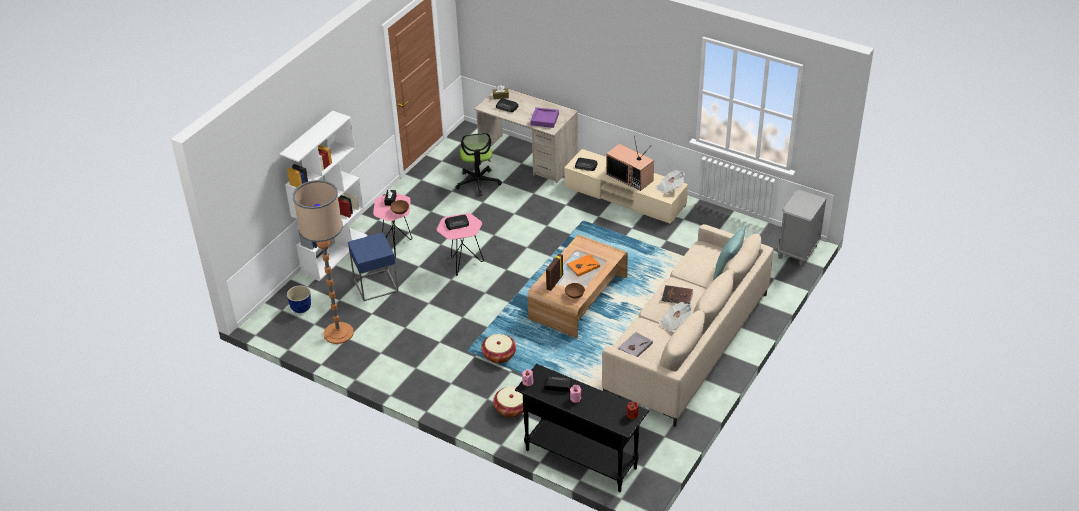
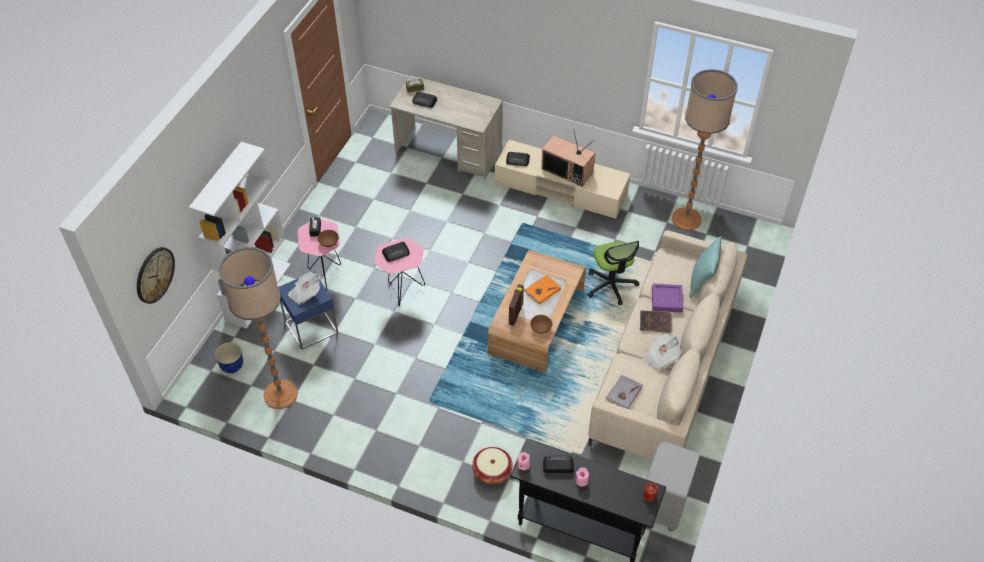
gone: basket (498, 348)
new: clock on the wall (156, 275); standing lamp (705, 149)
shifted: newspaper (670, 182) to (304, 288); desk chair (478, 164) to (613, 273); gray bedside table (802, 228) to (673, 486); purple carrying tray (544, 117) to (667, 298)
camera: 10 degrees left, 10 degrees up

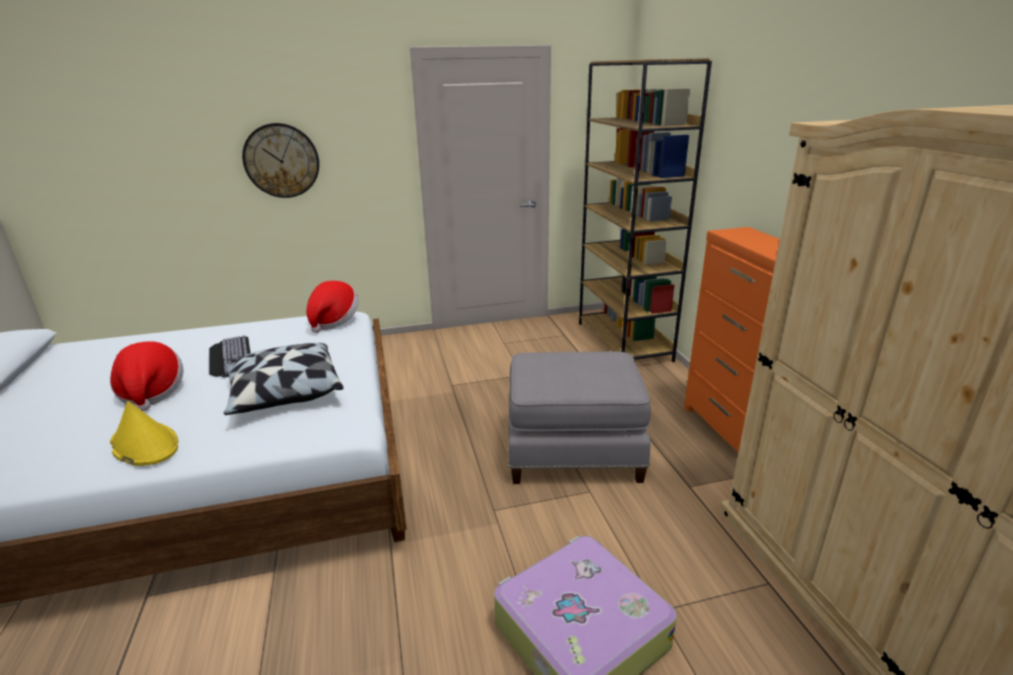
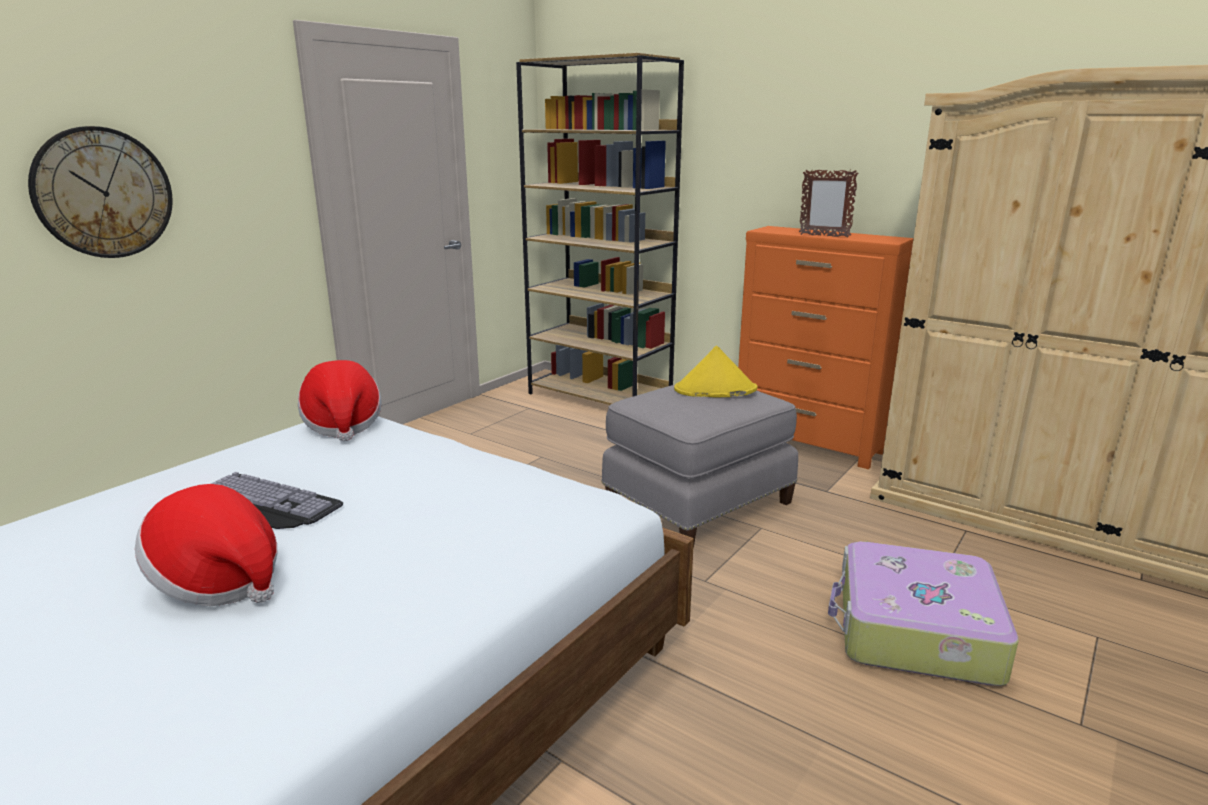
gone: throw pillow (283, 379)
new: standing frame (828, 204)
shifted: yellowish hat (144, 433) to (715, 371)
camera: 40 degrees left, 5 degrees down

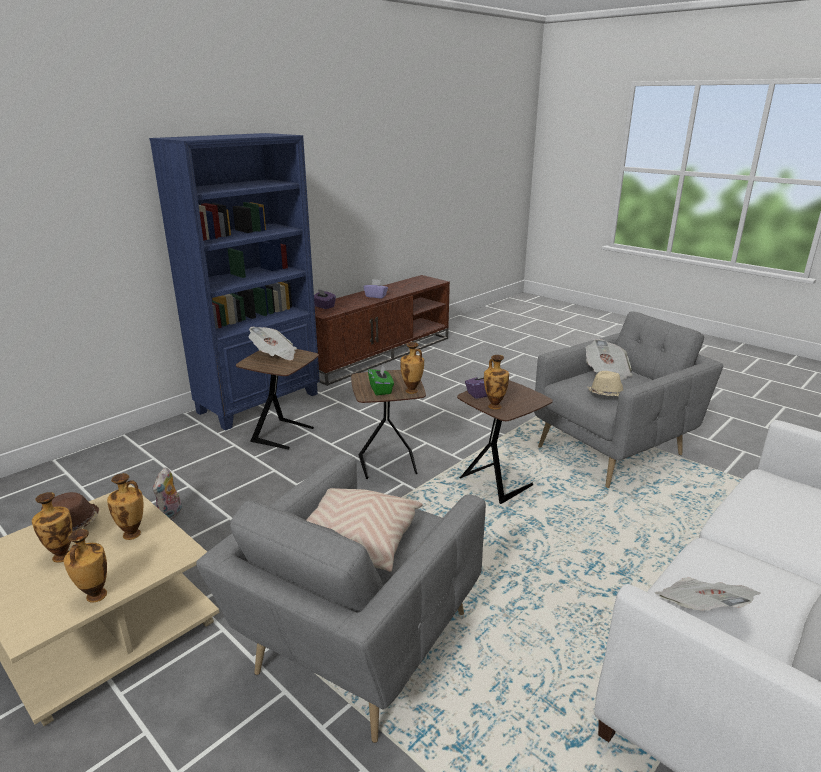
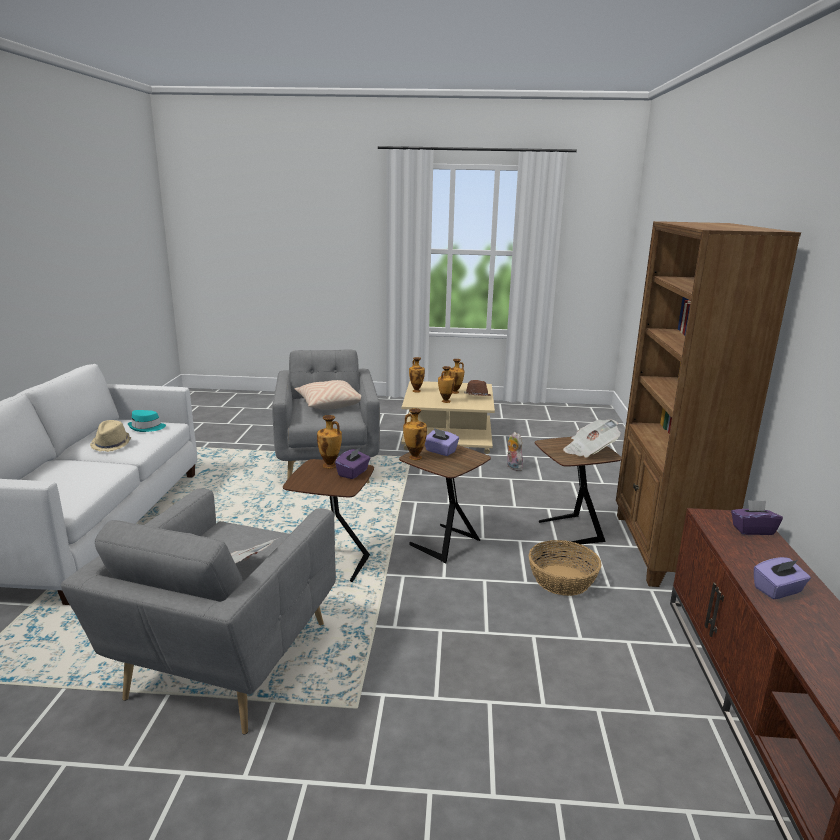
new: basket (565, 568)
shifted: sand-coloured hat (605, 383) to (110, 436)
swapped: newspaper (708, 594) to turquoise-coloured hat (147, 421)
repainted: greenish tissue box (381, 380) to purple tissue box (442, 442); blue shelving unit (234, 282) to brownish shelving unit (708, 404)
camera: 140 degrees right, 5 degrees down

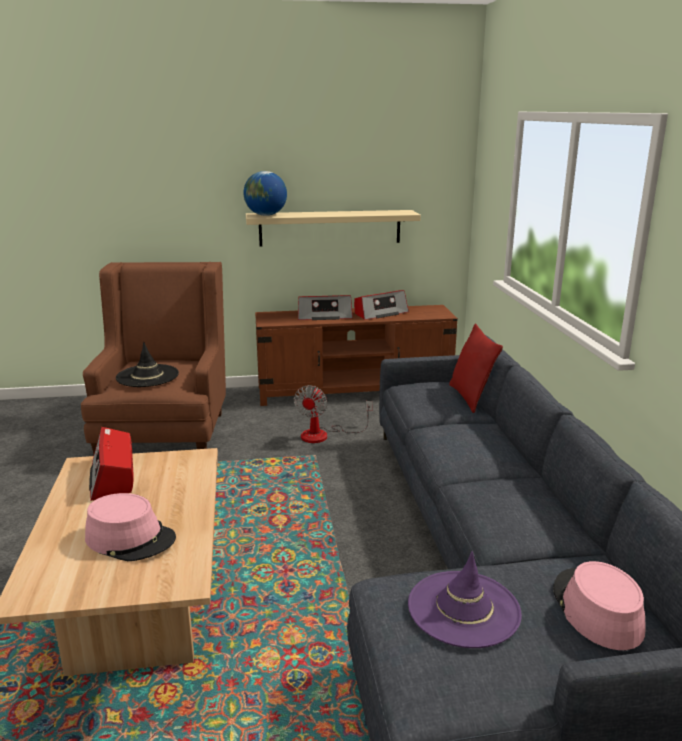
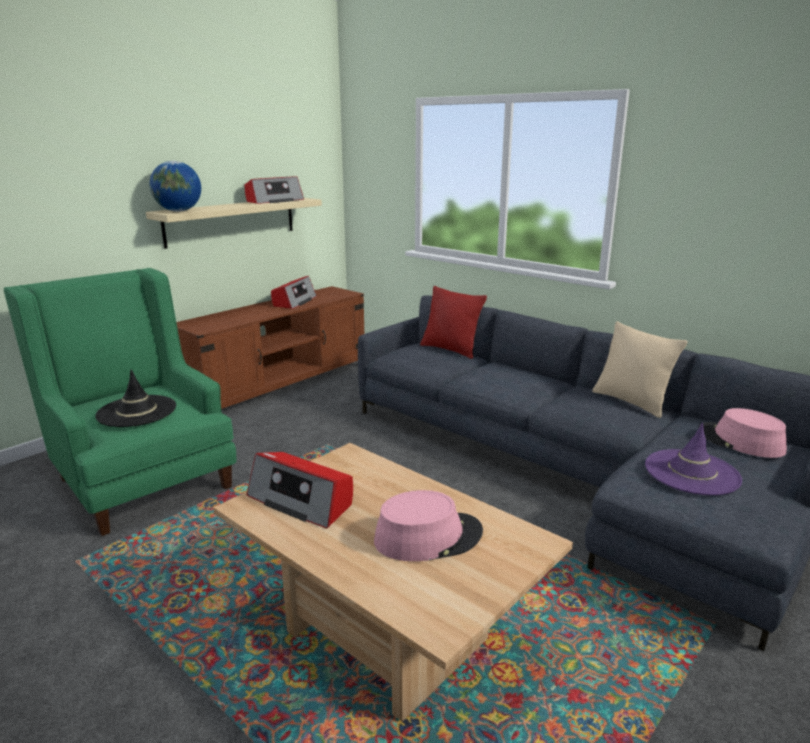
gone: fan (333, 414)
new: sand-coloured throw pillow (640, 369)
shifted: radio set (325, 307) to (274, 190)
repainted: brownish lounge chair (153, 358) to greenish lounge chair (120, 402)
camera: 40 degrees left, 0 degrees up

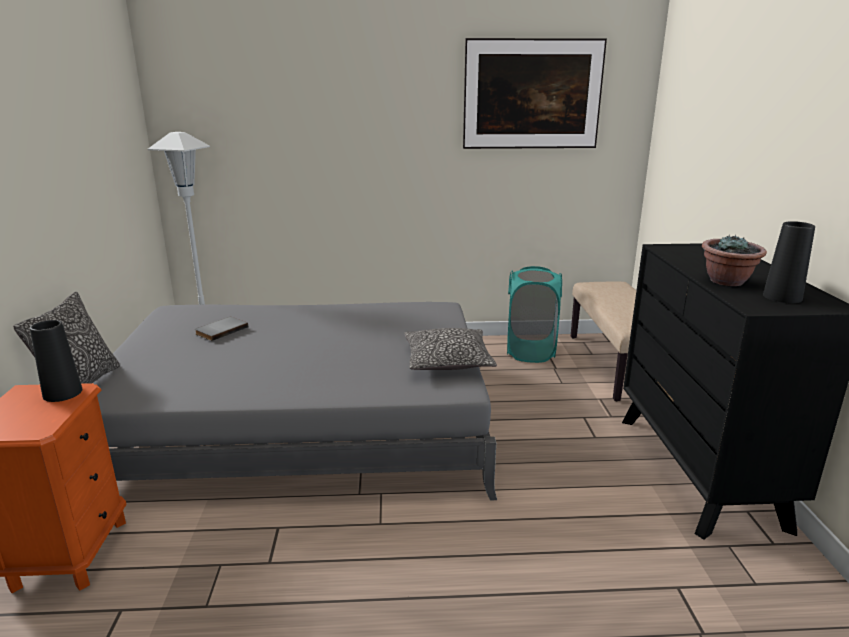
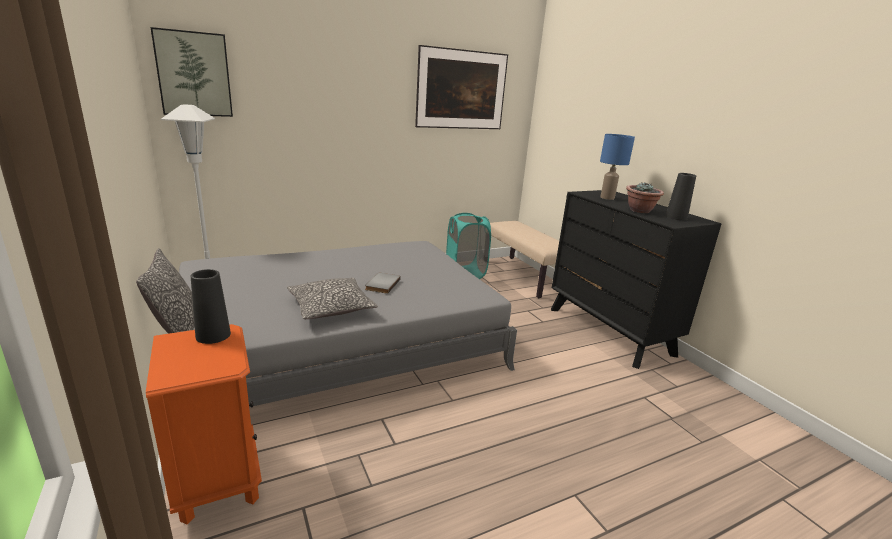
new: wall picture (191, 72); blue lamp for a table (617, 167)
shifted: throw pillow (450, 349) to (332, 298); gray bound book (221, 329) to (383, 283)
camera: 25 degrees left, 0 degrees up

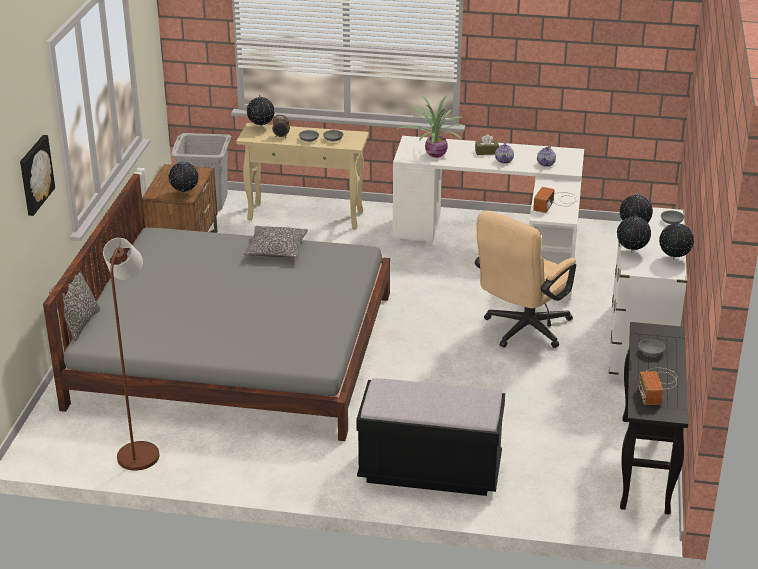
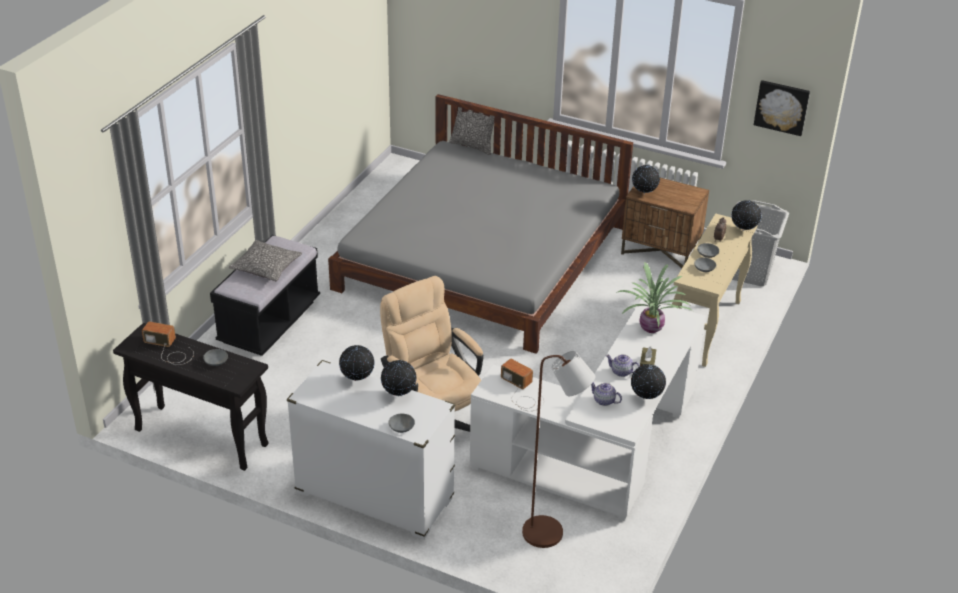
shifted: throw pillow (276, 242) to (265, 260); brownish standing lamp (131, 354) to (558, 449); globe (676, 240) to (648, 381); wall picture (37, 175) to (782, 108)
camera: 105 degrees right, 5 degrees up

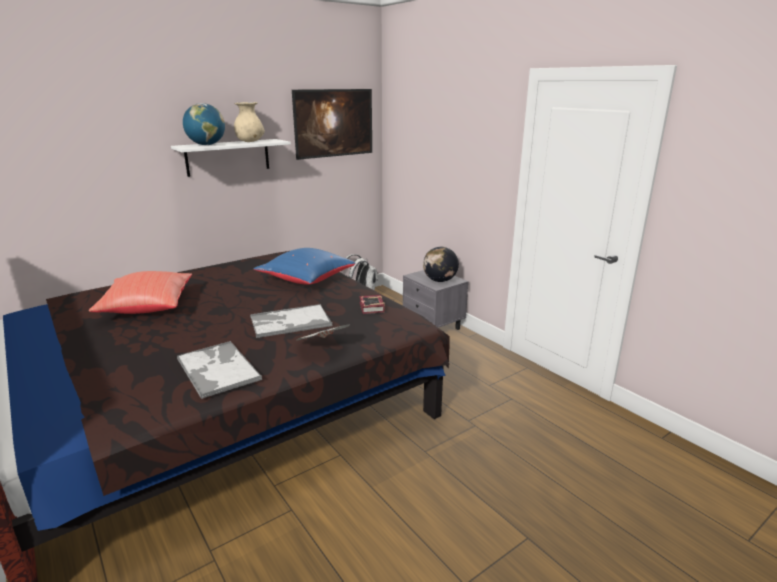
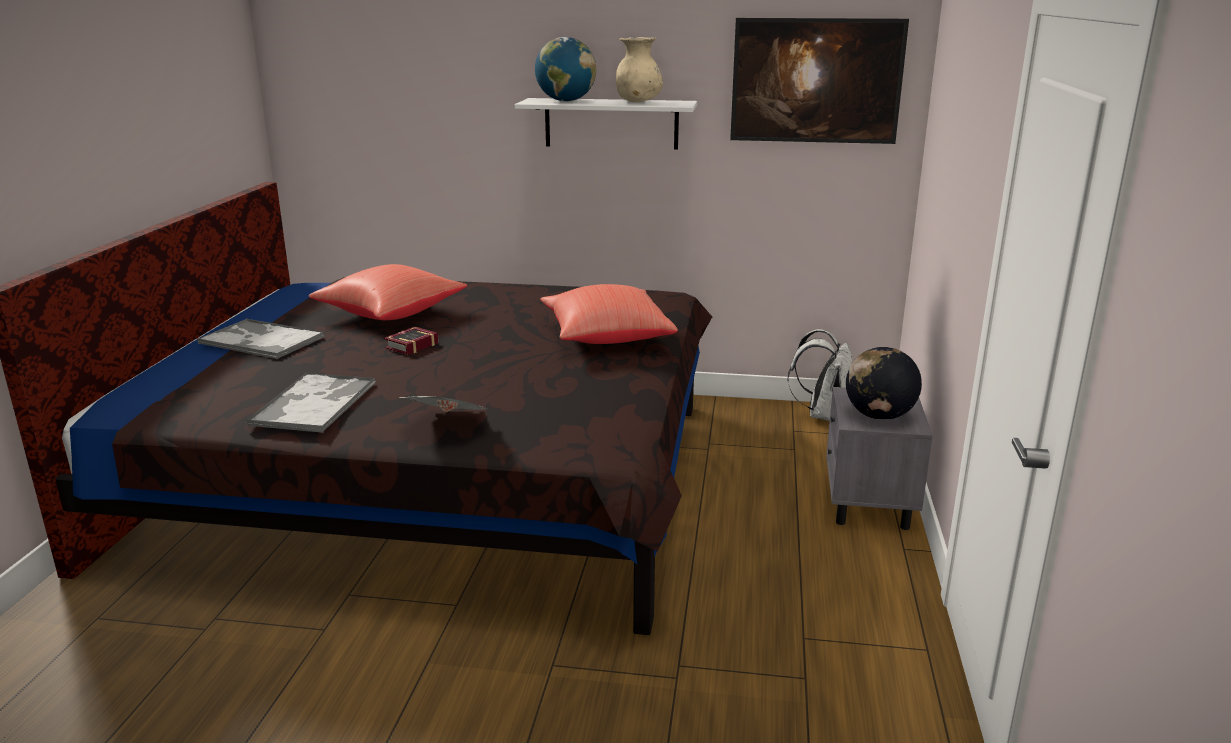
shifted: carrying tray (291, 321) to (261, 339); bound book (372, 304) to (411, 341)
repainted: blue throw pillow (305, 266) to reddish throw pillow (609, 314)
camera: 45 degrees right, 0 degrees up

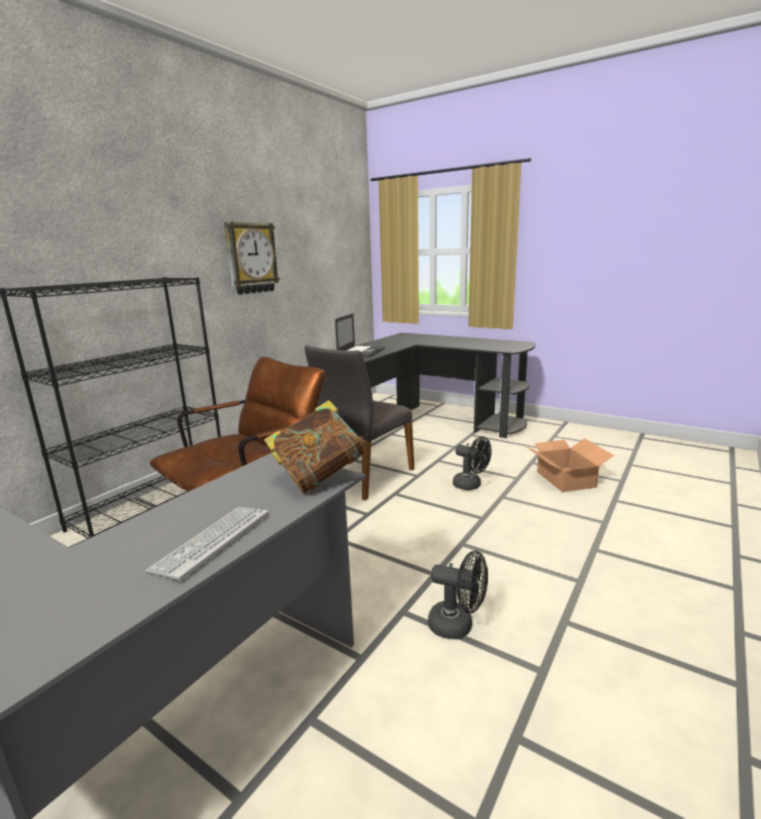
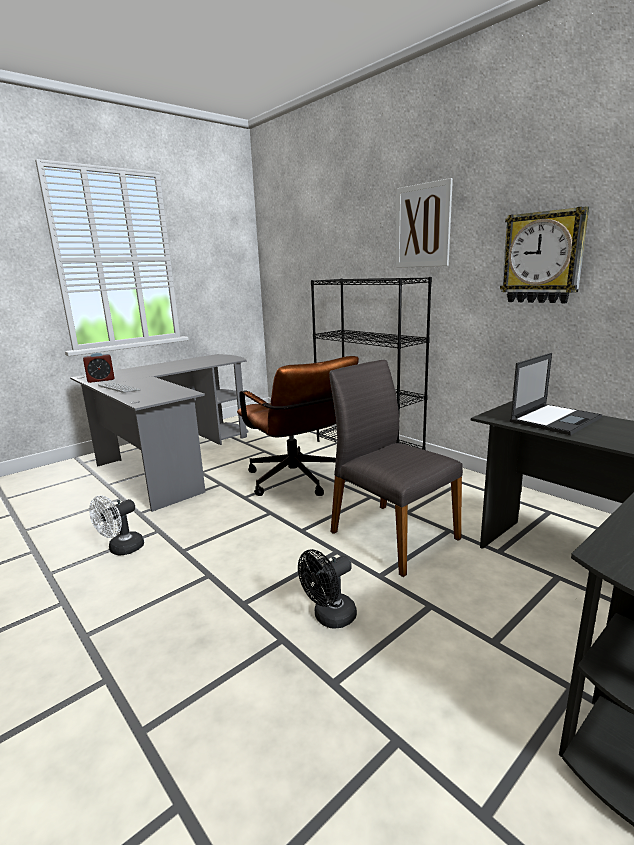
gone: bound book (315, 446); cardboard box (570, 465)
new: bedside clock (98, 368); wall picture (424, 223)
repainted: black-coloured fan (458, 595) to white fan (116, 525)
rotated: portable computer (360, 335) = (556, 394) 75 degrees counterclockwise
camera: 105 degrees right, 0 degrees up

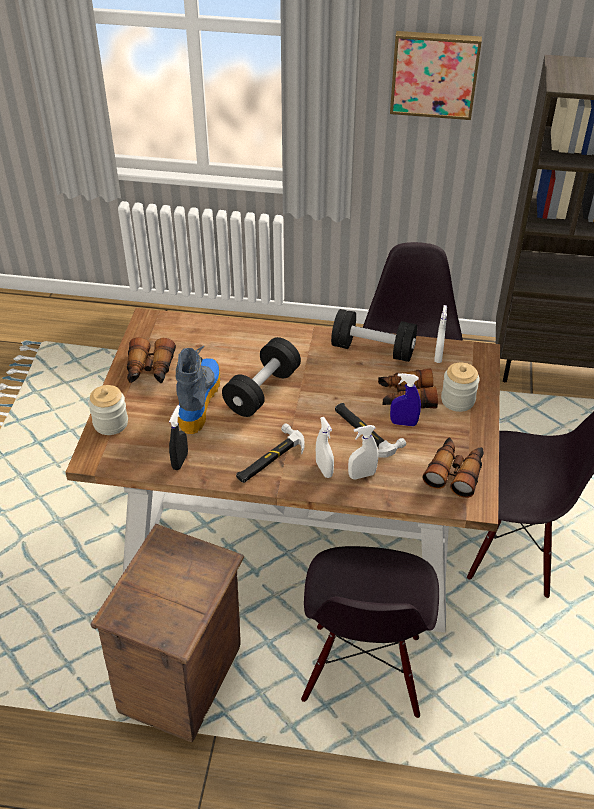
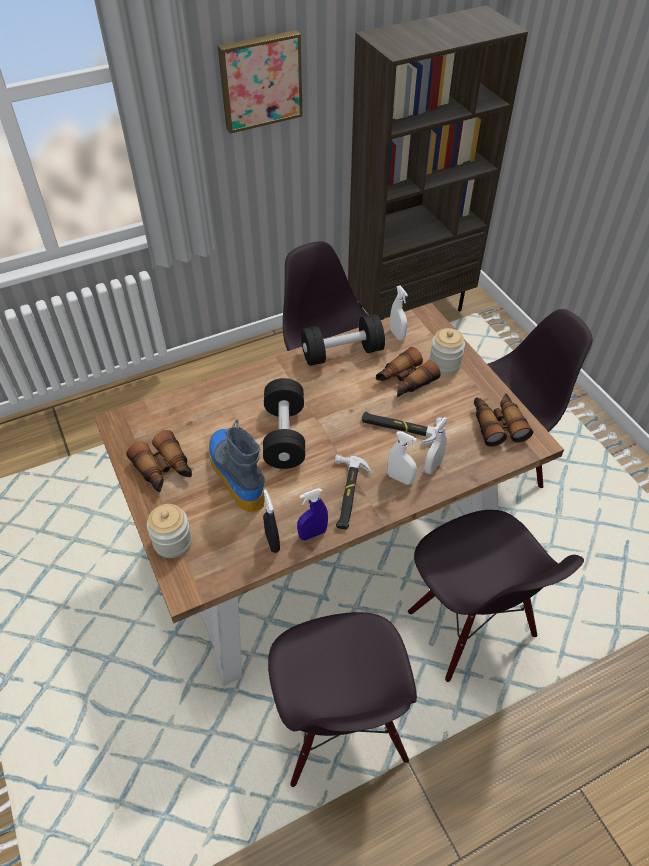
shifted: blue hand sprayer (405, 399) to (312, 514)
swapped: shipping crate (167, 633) to black-coloured chair (342, 699)
camera: 35 degrees left, 5 degrees up

